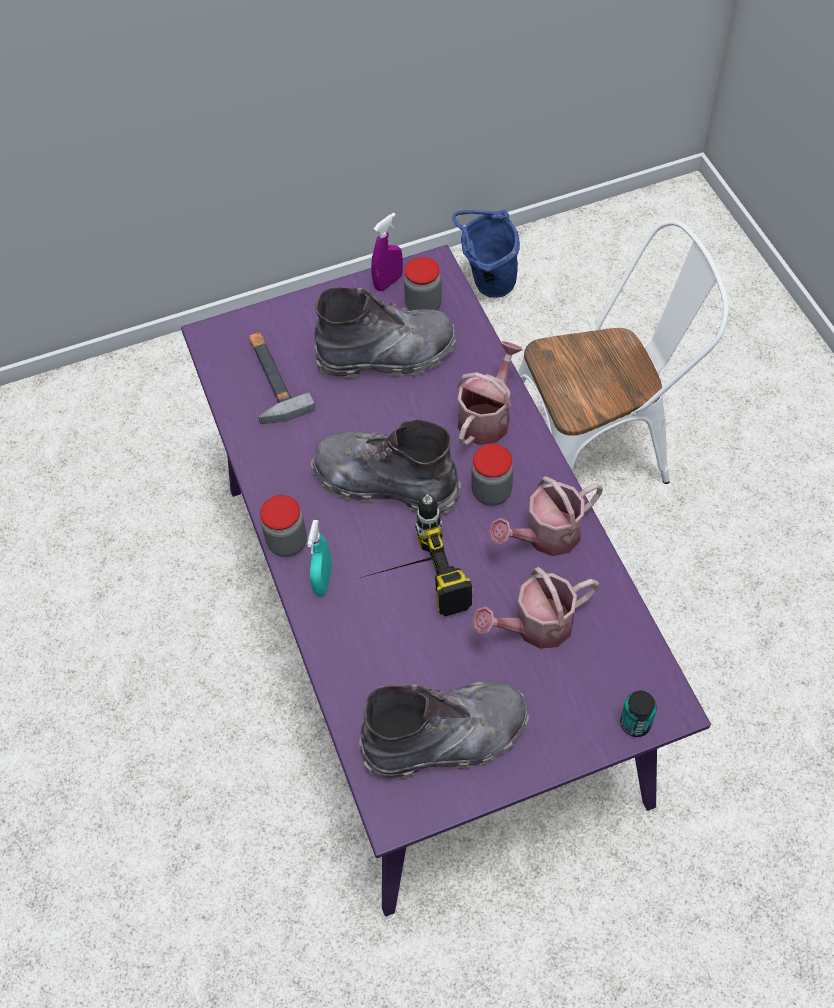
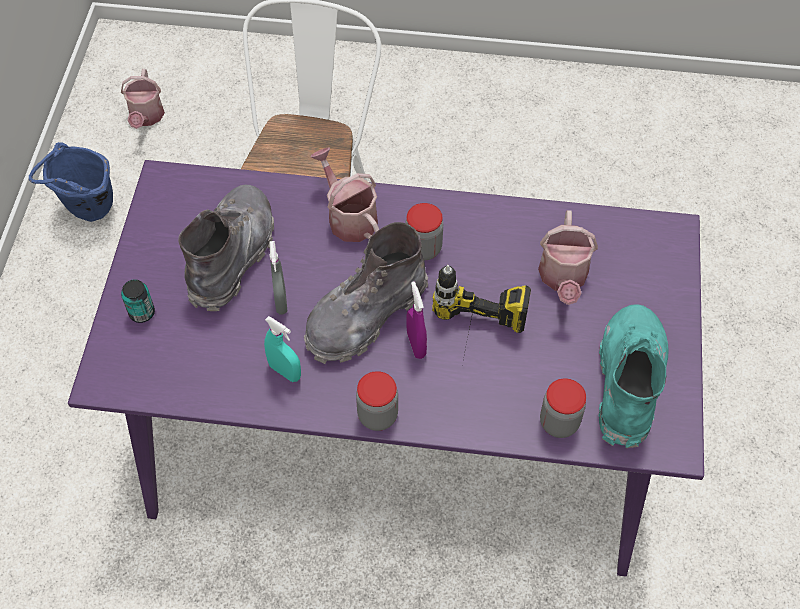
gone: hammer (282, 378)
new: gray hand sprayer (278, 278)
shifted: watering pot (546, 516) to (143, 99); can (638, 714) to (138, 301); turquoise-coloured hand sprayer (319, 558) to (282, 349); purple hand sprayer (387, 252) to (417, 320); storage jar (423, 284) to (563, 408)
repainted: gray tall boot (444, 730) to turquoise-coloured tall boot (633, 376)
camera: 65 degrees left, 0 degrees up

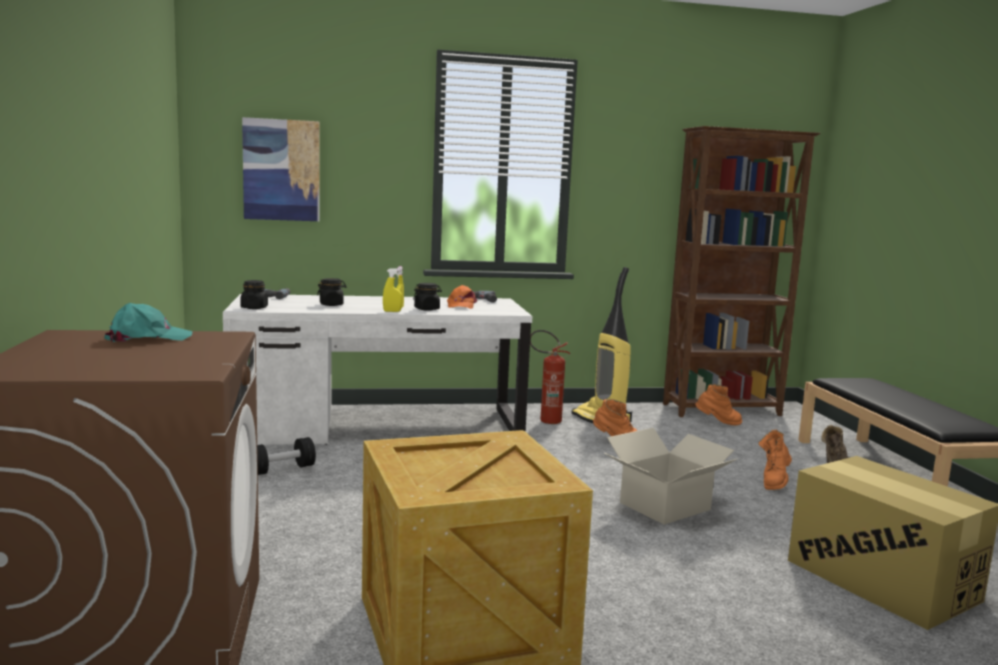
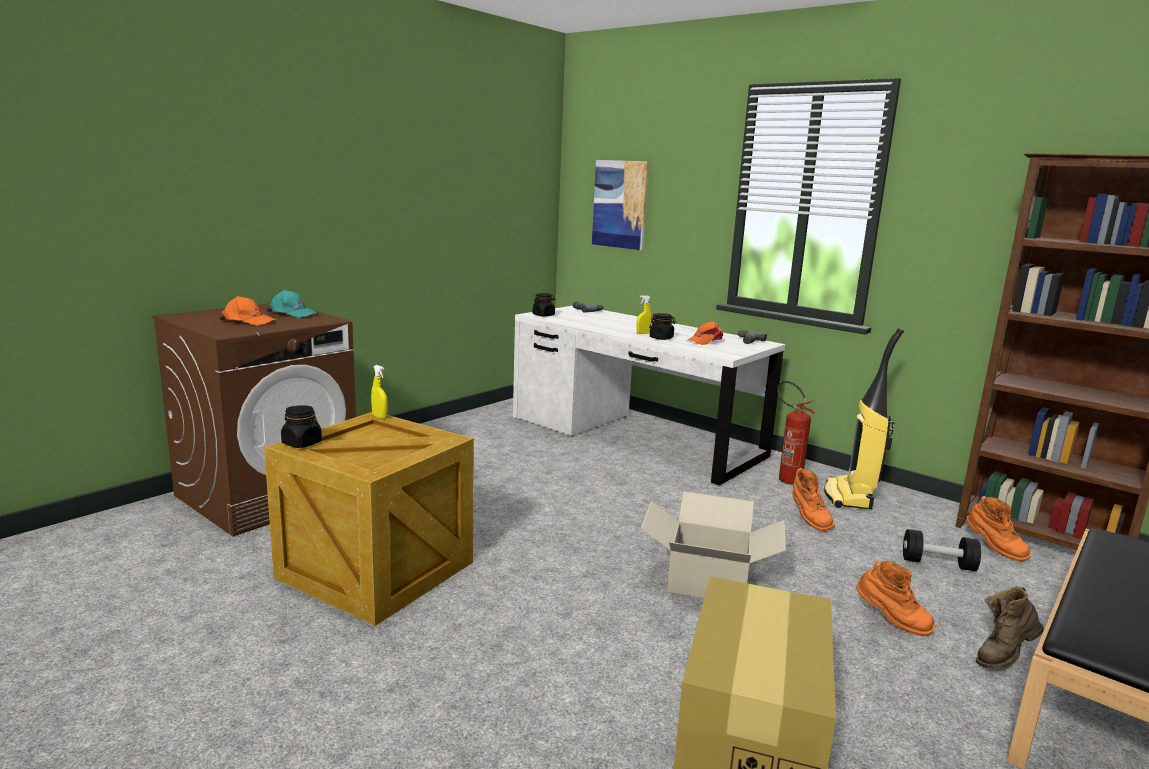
new: orangey cap (247, 311)
shifted: black-coloured storage jar (332, 292) to (301, 426); yellowish hand sprayer (392, 290) to (379, 392); black-coloured dumbbell (286, 456) to (942, 550)
rotated: orangey tall boot (775, 460) = (895, 598) 135 degrees counterclockwise
camera: 50 degrees right, 5 degrees up

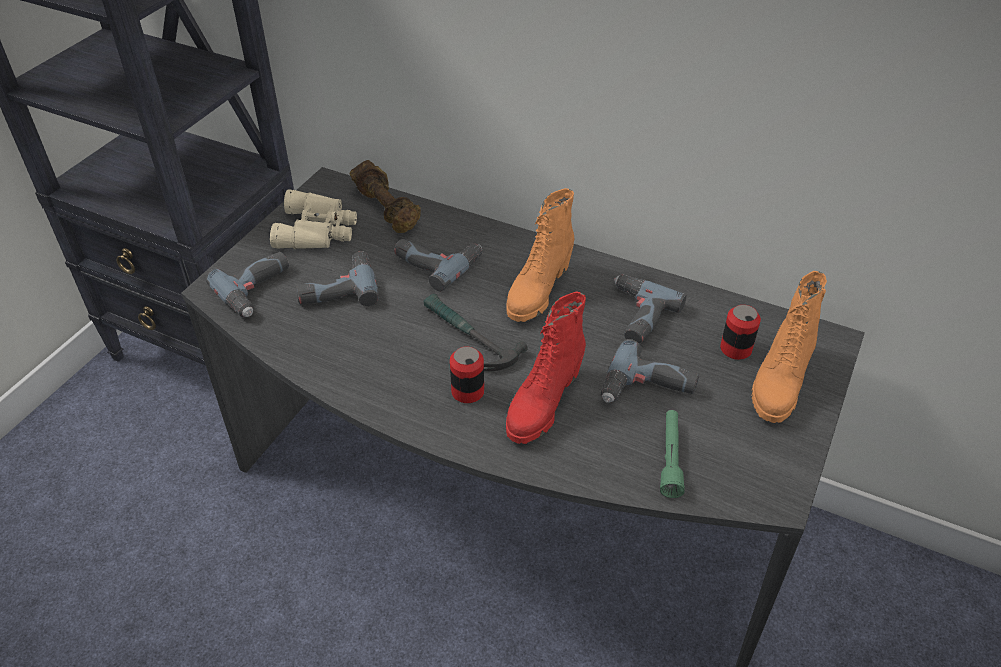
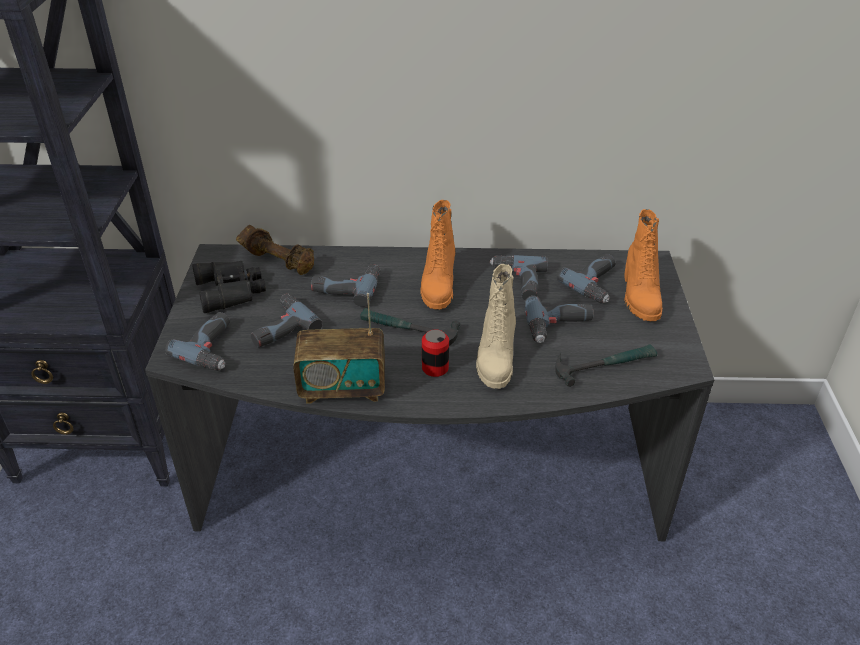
new: radio set (339, 348)
swapped: greenish hand torch (672, 454) to hammer (606, 365); can (740, 332) to electric drill (586, 279)
repainted: sand-coloured binoculars (313, 219) to black-coloured binoculars (229, 287); reddish tall boot (546, 367) to sand-coloured tall boot (496, 326)
camera: 25 degrees left, 5 degrees down

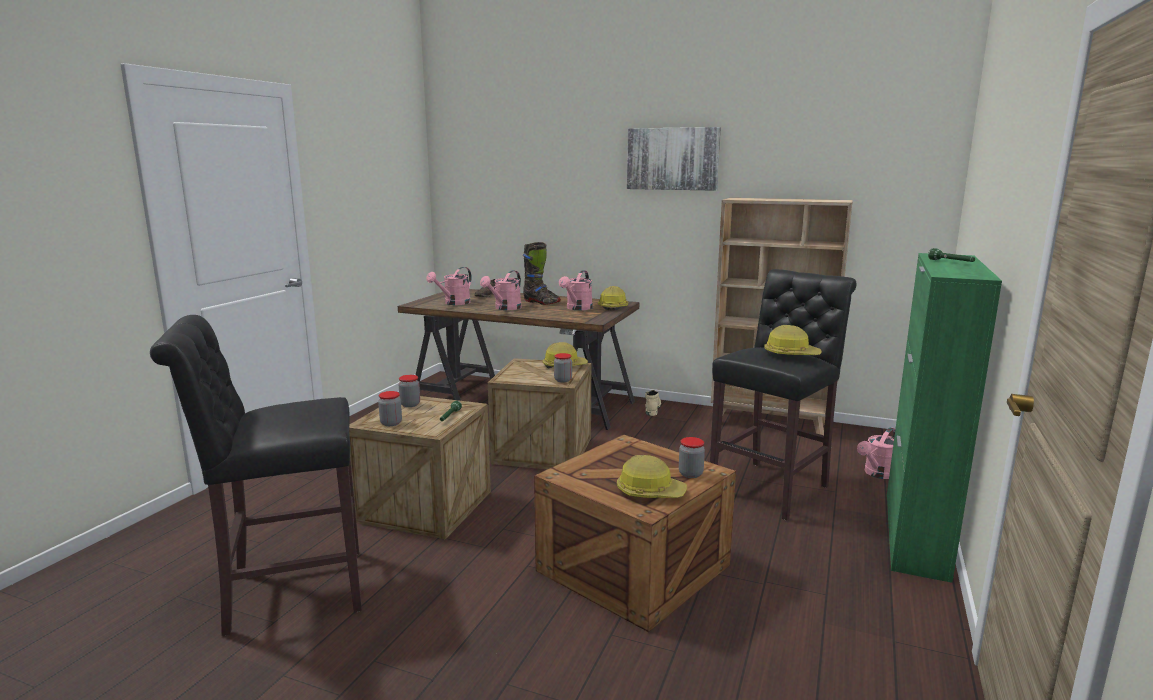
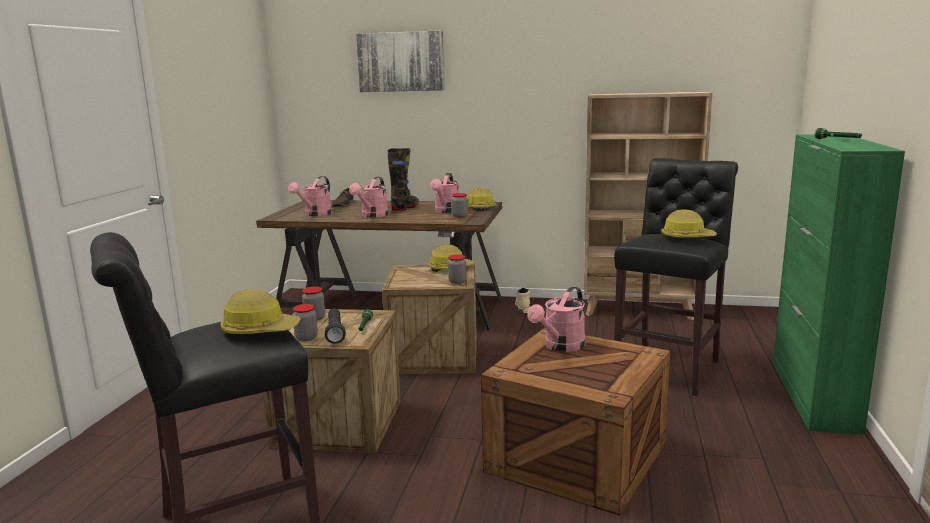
new: black-coloured hand torch (335, 326)
shifted: hard hat (652, 476) to (261, 312); wall picture (674, 159) to (400, 61); storage jar (692, 457) to (460, 205); pink-coloured watering pot (876, 453) to (556, 319)
rotated: black-coloured tall boot (542, 273) = (403, 179) 90 degrees counterclockwise
camera: 10 degrees left, 0 degrees up

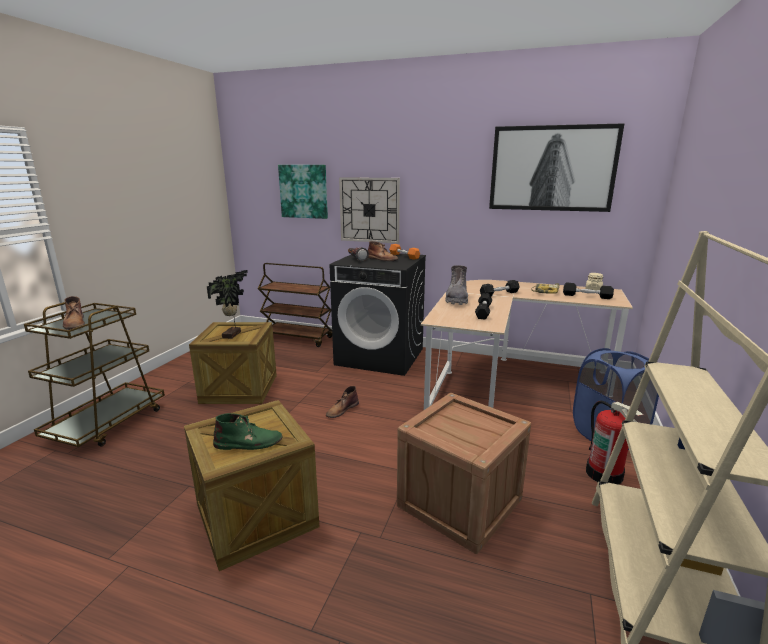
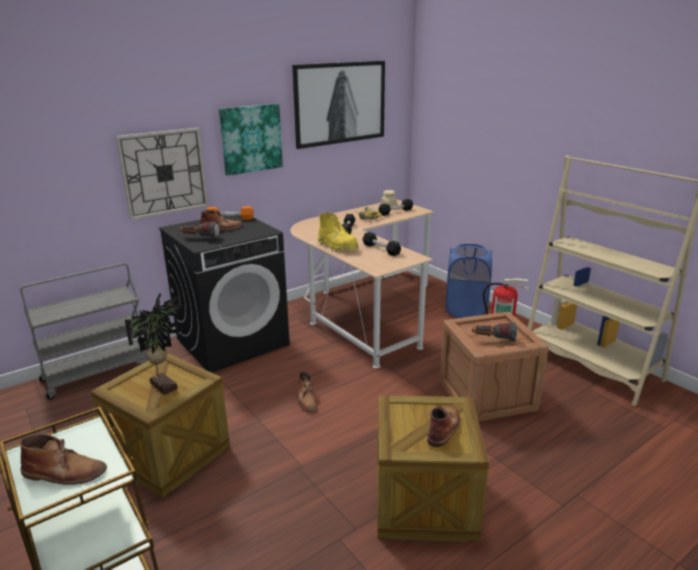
new: hand torch (494, 332)
shifted: wall picture (303, 192) to (251, 140)
repainted: brownish wheeled cart (295, 305) to gray wheeled cart (84, 331); gray tall boot (456, 285) to yellowish tall boot (338, 232); greenish tall boot (248, 431) to brownish tall boot (443, 426)
camera: 55 degrees left, 5 degrees up

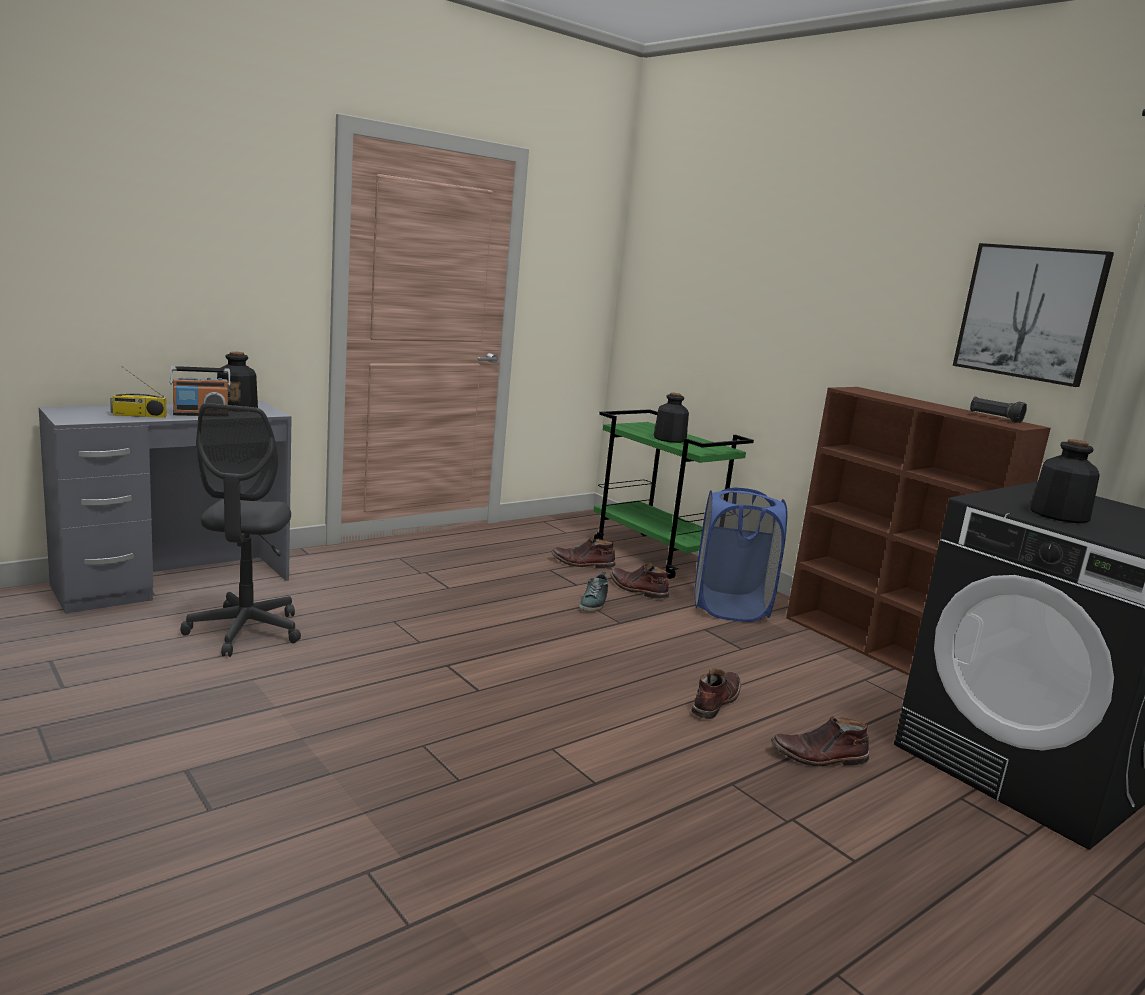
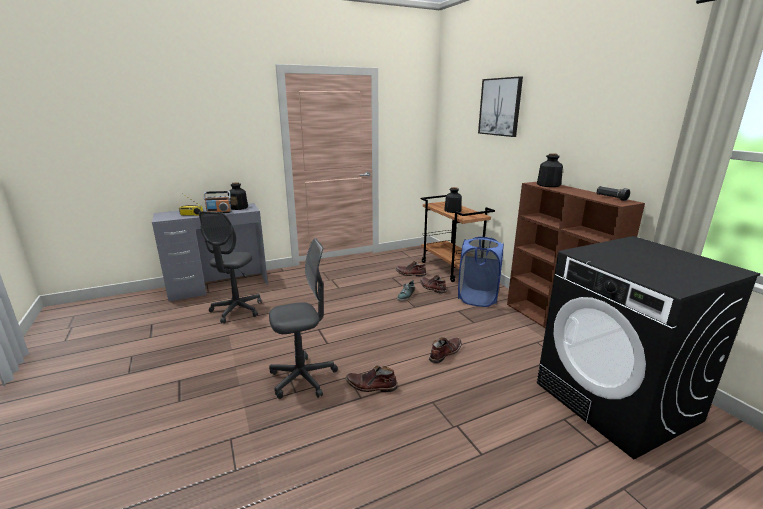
new: gray desk chair (303, 318)
shifted: brownish tall boot (820, 741) to (372, 378); wall picture (1033, 315) to (500, 106); drink bottle (1065, 481) to (550, 170)
repainted: greenish wheeled cart (673, 494) to brownish wheeled cart (458, 238)
camera: 15 degrees right, 5 degrees up

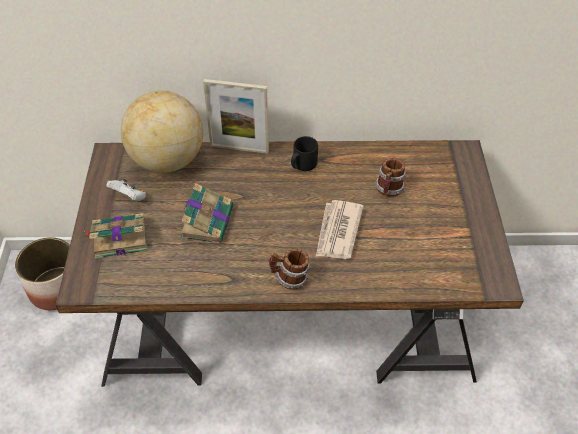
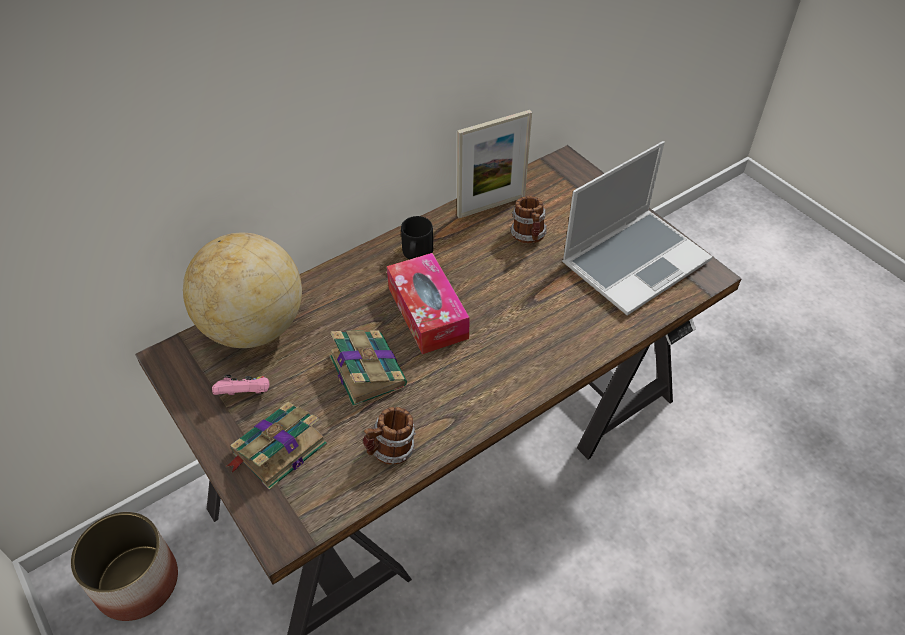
gone: newspaper (340, 229)
new: tissue box (428, 303); portable computer (637, 228)
shifted: mug (289, 269) to (389, 436); standing frame (236, 116) to (494, 164)
repainted: white gamepad (126, 190) to pink-coloured gamepad (240, 385)
camera: 35 degrees left, 0 degrees up

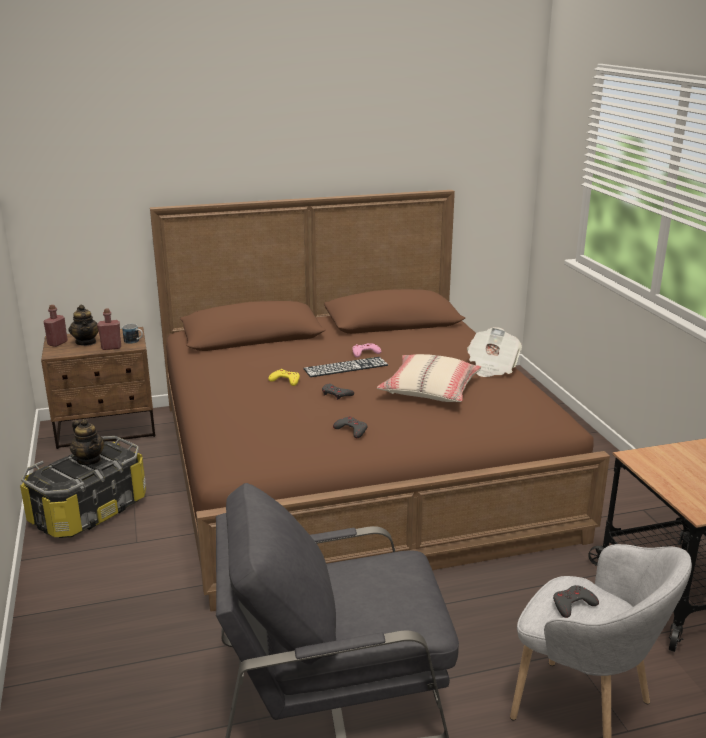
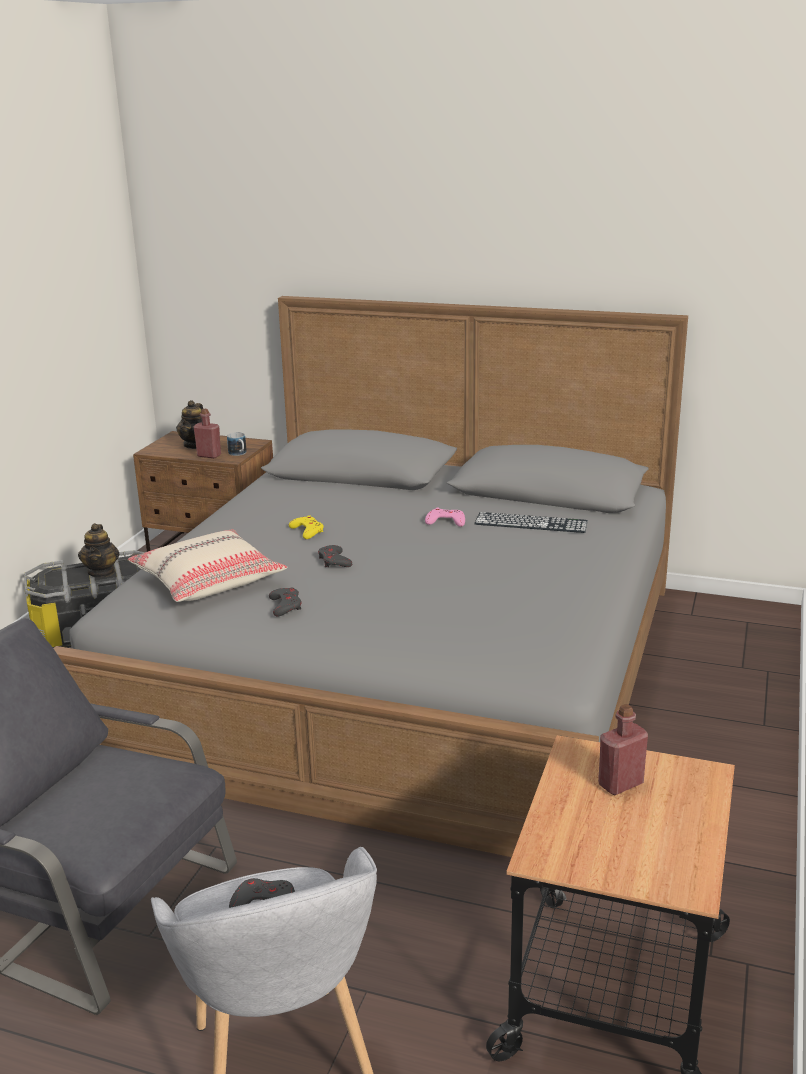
gone: newspaper (494, 352)
shifted: sand-coloured throw pillow (429, 378) to (207, 565); computer keyboard (345, 367) to (531, 522); reddish drink bottle (56, 326) to (623, 749)
repainted: brownish sleeping bed (380, 401) to gray sleeping bed (370, 576)
camera: 35 degrees right, 0 degrees up

